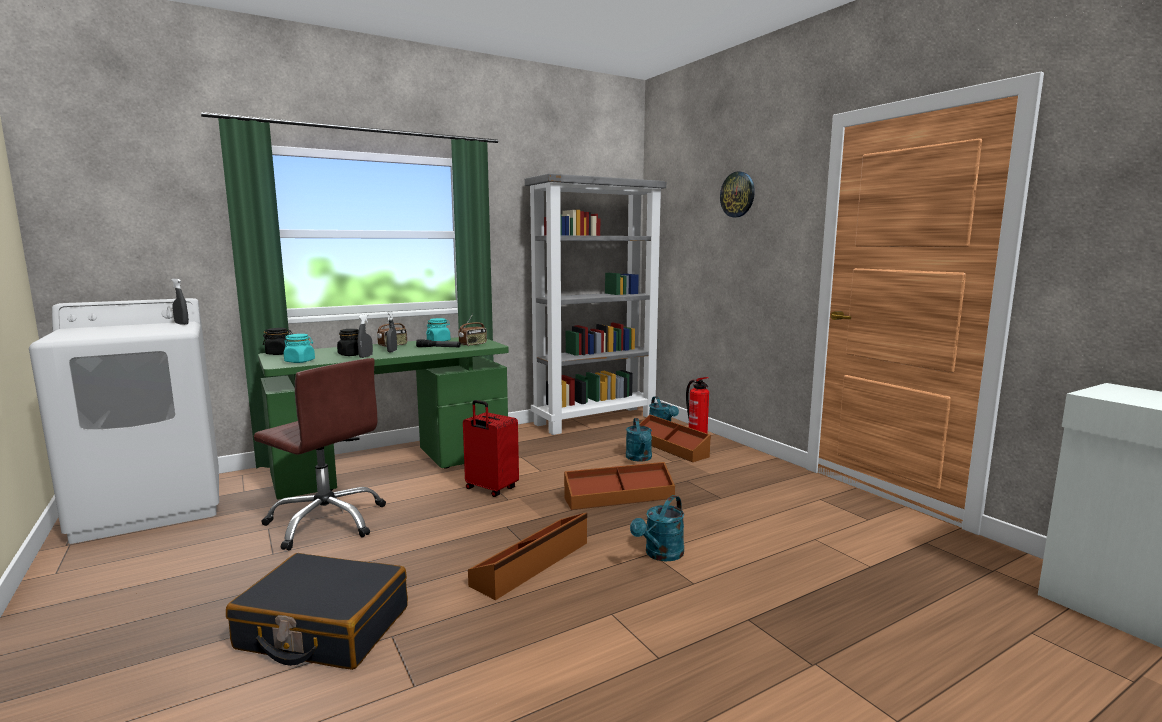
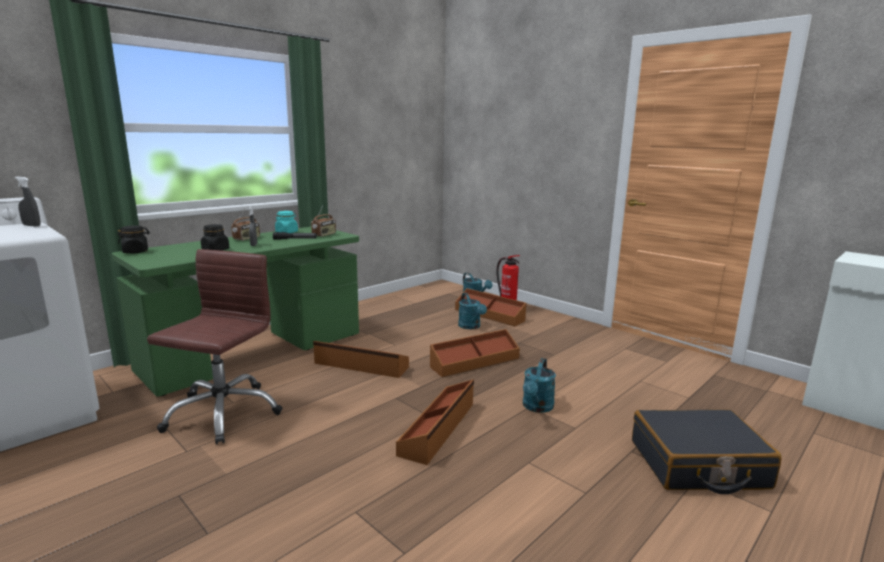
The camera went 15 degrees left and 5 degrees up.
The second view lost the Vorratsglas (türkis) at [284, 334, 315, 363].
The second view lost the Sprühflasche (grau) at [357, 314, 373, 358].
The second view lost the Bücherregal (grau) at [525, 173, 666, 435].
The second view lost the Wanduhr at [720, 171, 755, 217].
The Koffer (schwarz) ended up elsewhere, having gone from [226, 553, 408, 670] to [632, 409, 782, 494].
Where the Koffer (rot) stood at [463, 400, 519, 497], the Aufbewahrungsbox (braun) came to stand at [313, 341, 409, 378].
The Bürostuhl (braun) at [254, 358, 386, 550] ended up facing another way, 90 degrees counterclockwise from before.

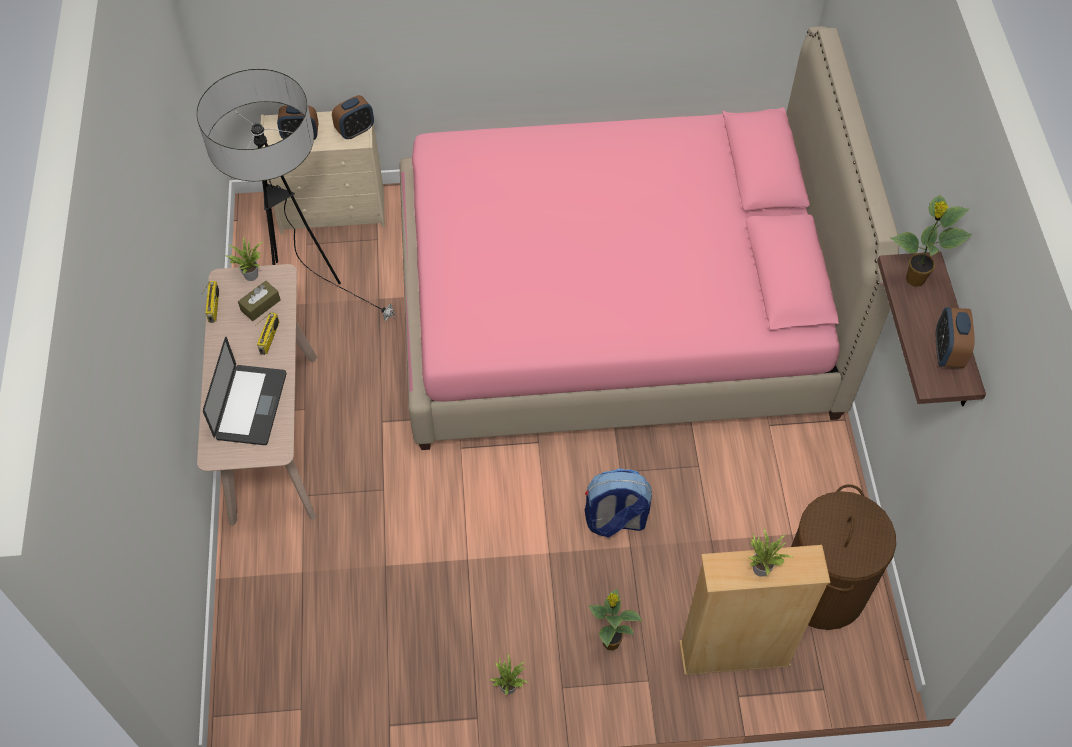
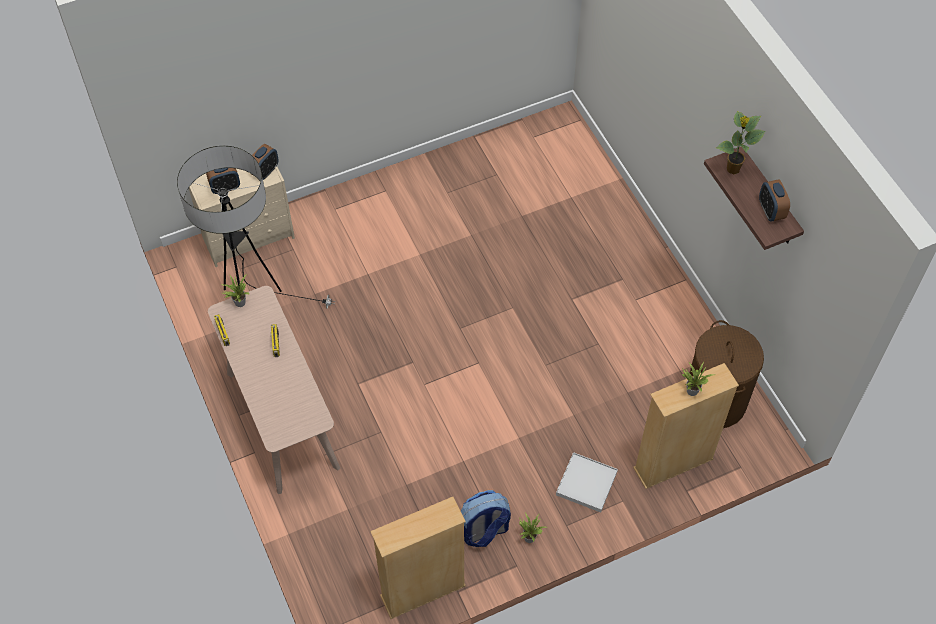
The camera went 20 degrees left and 0 degrees up.
The second view lost the Laptop at [203, 337, 286, 445].
The second view lost the Taschentuchbox (braun) at [238, 281, 281, 321].
The second view lost the Bett (rosa) at [399, 26, 899, 450].
The second view gained the Bücherregal (beige) at [370, 497, 466, 619].
The Rucksack ended up elsewhere, having gone from [585, 468, 652, 538] to [461, 490, 511, 547].
Where the Topfpflanze stood at [588, 588, 643, 651], the Tablett (weiß) came to stand at [556, 452, 618, 512].

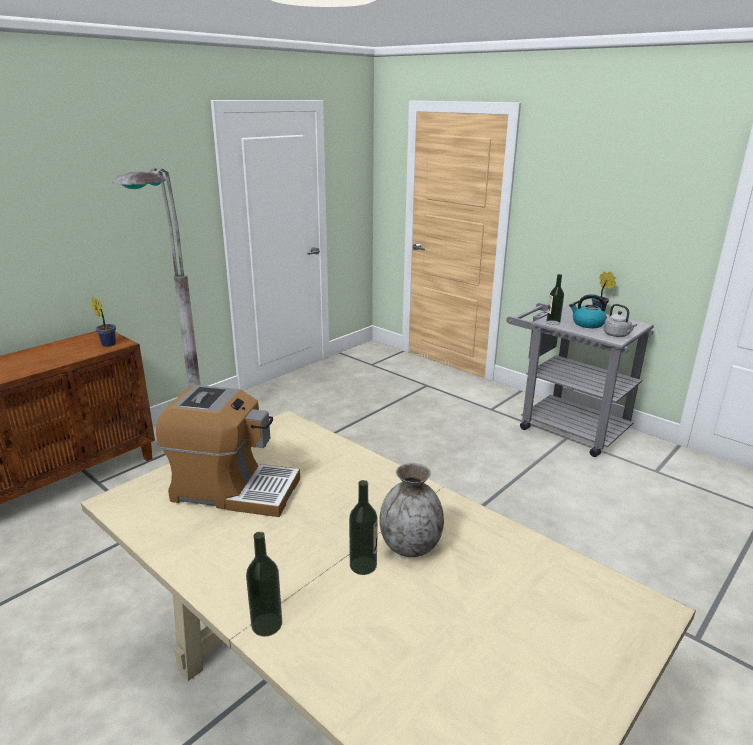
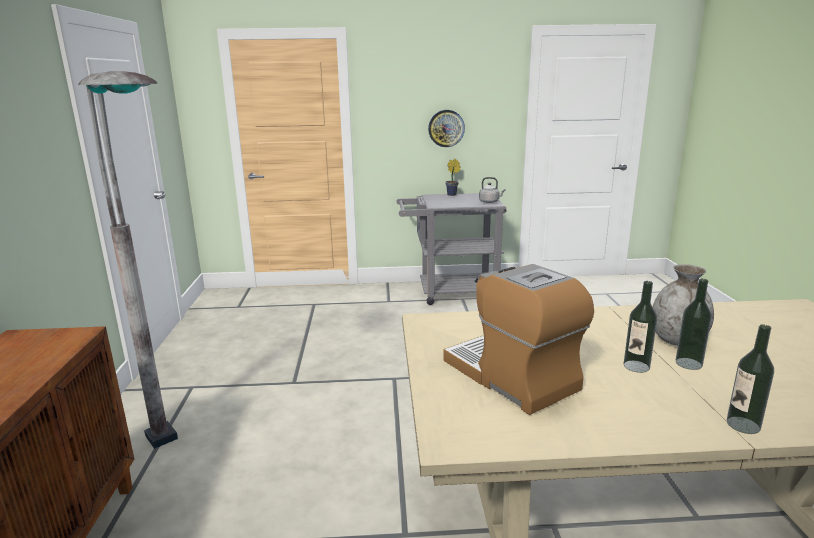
The camera went 45 degrees left and 5 degrees down.
The second view lost the Topfpflanze at [92, 296, 116, 347].
The second view lost the Wasserkessel at [569, 294, 607, 328].
The second view gained the Wanduhr at [428, 110, 465, 147].
The Flasche ended up elsewhere, having gone from [546, 274, 564, 325] to [624, 281, 657, 373].
The Kaffeemaschine at [156, 385, 300, 517] ended up facing another way, 90 degrees counterclockwise from before.

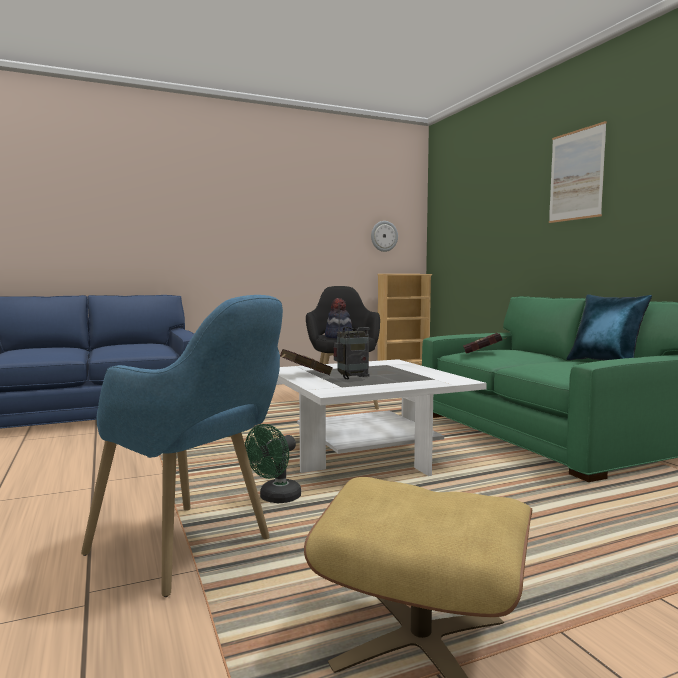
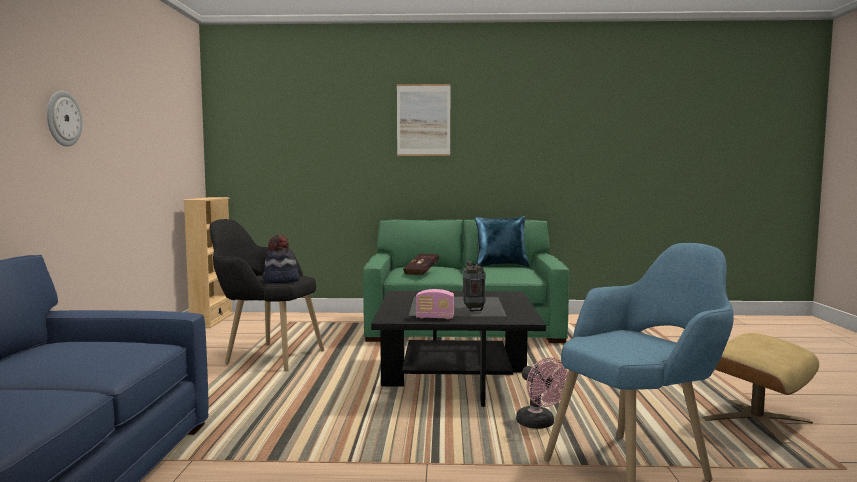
The camera went 65 degrees left and 0 degrees up.
The Wanduhr ended up elsewhere, having gone from [371, 221, 398, 252] to [47, 91, 82, 147].
Where the Buch (rot) stood at [280, 349, 333, 375], the Radio came to stand at [416, 289, 454, 319].
What was the Ventilator (grün) at [245, 424, 301, 503] turned into the Ventilator (rosa) at [516, 358, 568, 429].
What was the Couchtisch (weiß) at [277, 359, 487, 476] turned into the Couchtisch (schwarz) at [371, 291, 546, 407].

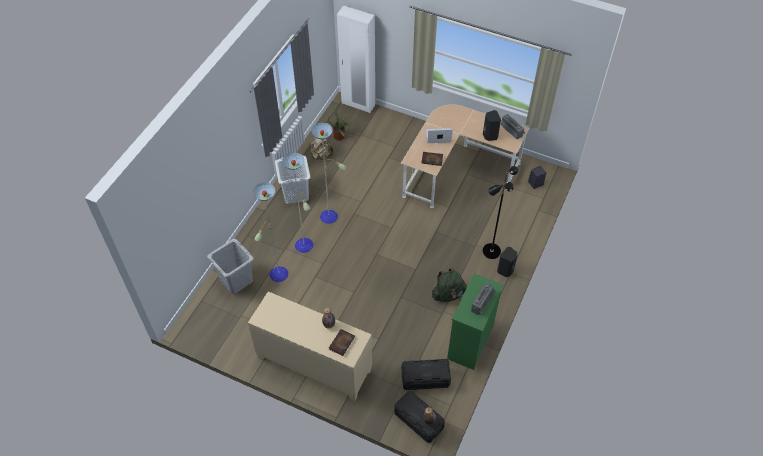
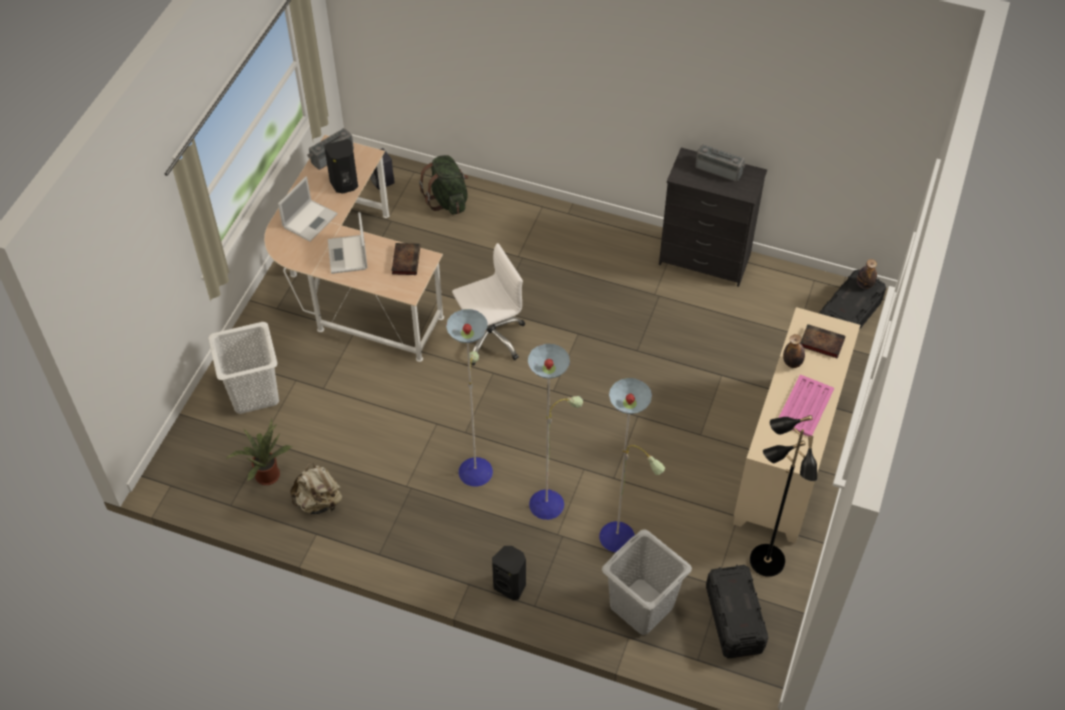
The camera went 95 degrees left and 0 degrees up.
The second view lost the Kleiderschrank (weiß) at [337, 5, 375, 113].
The second view gained the Laptop at [278, 176, 338, 242].
The second view gained the Bürostuhl (weiß) at [452, 243, 525, 366].
The second view gained the Tablett (rosa) at [779, 374, 834, 436].
The Wäschekorb (weiß) ended up elsewhere, having gone from [275, 156, 310, 204] to [209, 322, 279, 414].
The Aufbewahrungsbox (schwarz) ended up elsewhere, having gone from [401, 359, 451, 390] to [706, 565, 768, 659].
The Rucksack (grün) ended up elsewhere, having gone from [432, 268, 467, 302] to [419, 155, 468, 215].
The Stehlampe (schwarz) ended up elsewhere, having gone from [483, 166, 518, 259] to [750, 415, 817, 577].
The Lautsprecher (schwarz) ended up elsewhere, having gone from [497, 247, 517, 277] to [492, 546, 526, 601].
What was the Kommode (grün) at [447, 274, 503, 370] turned into the Kommode (schwarz) at [659, 148, 767, 287].

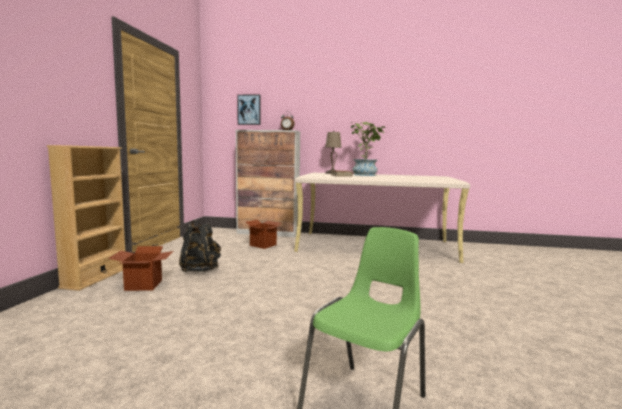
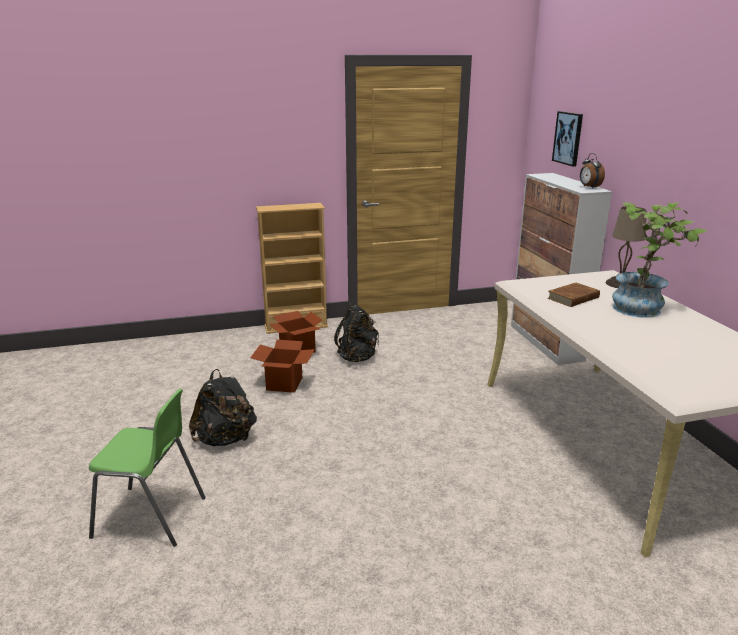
The camera went 65 degrees right and 15 degrees up.
The second view gained the Rucksack (schwarz) at [189, 369, 257, 446].
The Karton ended up elsewhere, having gone from [244, 220, 282, 249] to [250, 340, 315, 393].

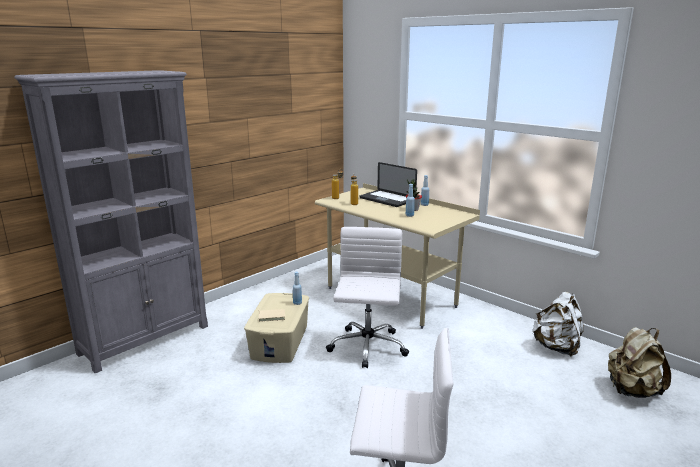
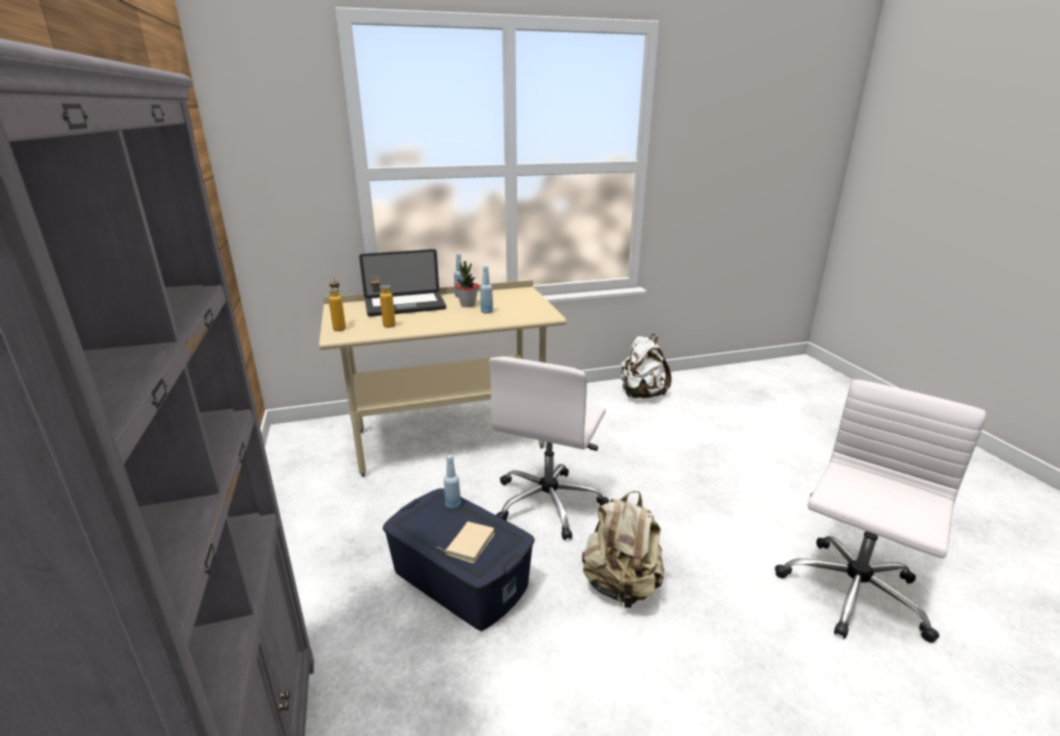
The camera went 60 degrees left and 5 degrees up.
The Rucksack (beige) ended up elsewhere, having gone from [608, 327, 671, 398] to [582, 491, 664, 608].
What was the Aufbewahrungsbox (beige) at [244, 293, 309, 363] turned into the Aufbewahrungsbox (blau) at [383, 488, 535, 631].
The Bürostuhl (weiß) at [326, 227, 409, 368] ended up facing another way, 105 degrees counterclockwise from before.

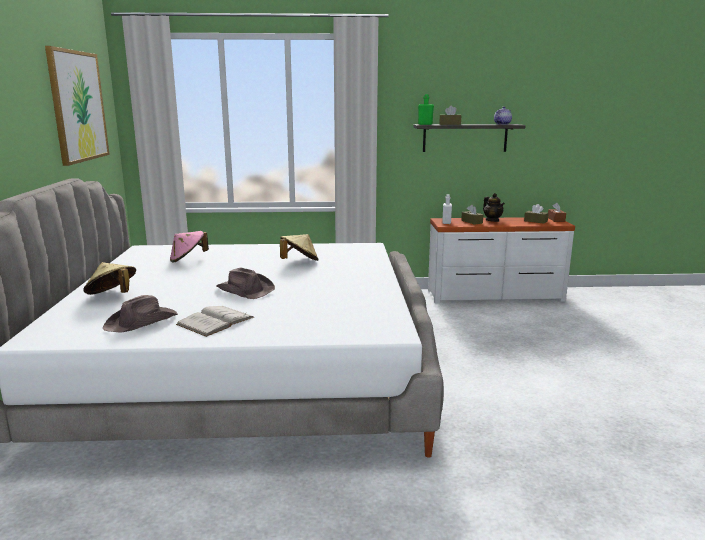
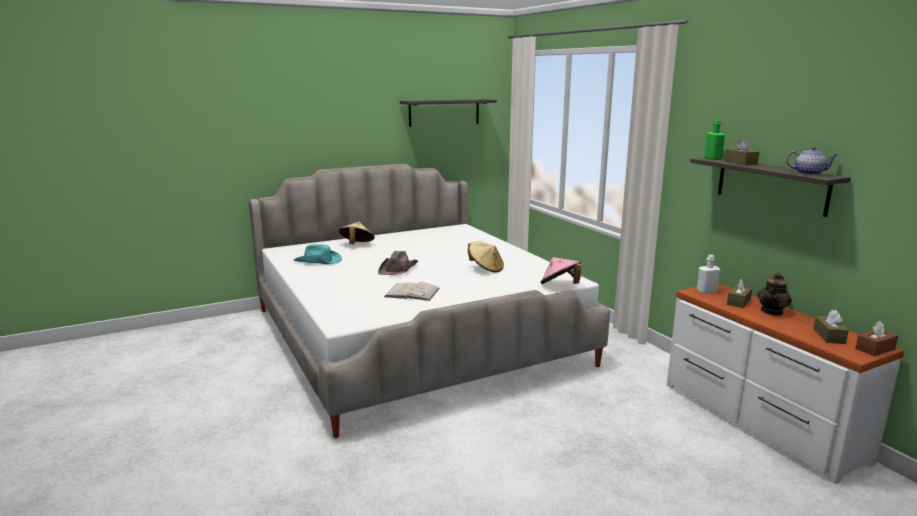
The camera went 65 degrees right and 0 degrees up.
The Hut (rosa) ended up elsewhere, having gone from [170, 231, 209, 263] to [541, 257, 582, 284].
The Buch (weiß) ended up elsewhere, having gone from [176, 306, 254, 337] to [384, 282, 440, 301].
Where the Bild hung at [45, 46, 110, 166], the Wandregal came to hang at [400, 99, 497, 127].
What was the Hut (braun) at [103, 295, 178, 333] turned into the Hut (türkis) at [293, 244, 342, 264].

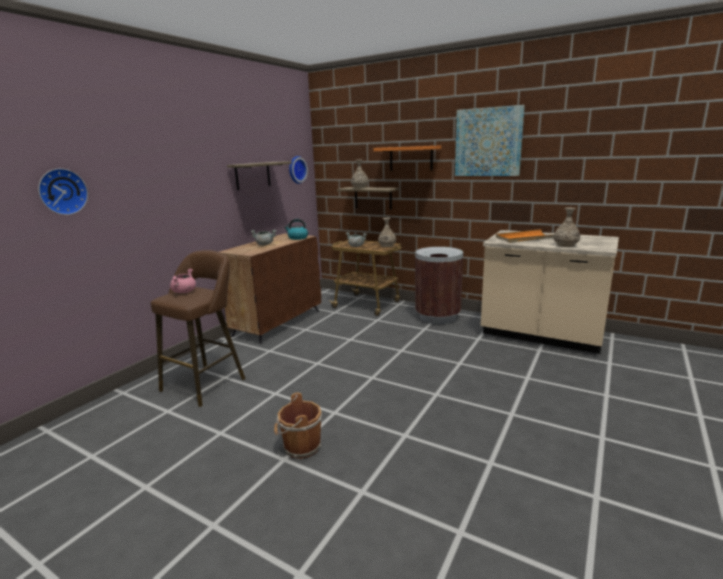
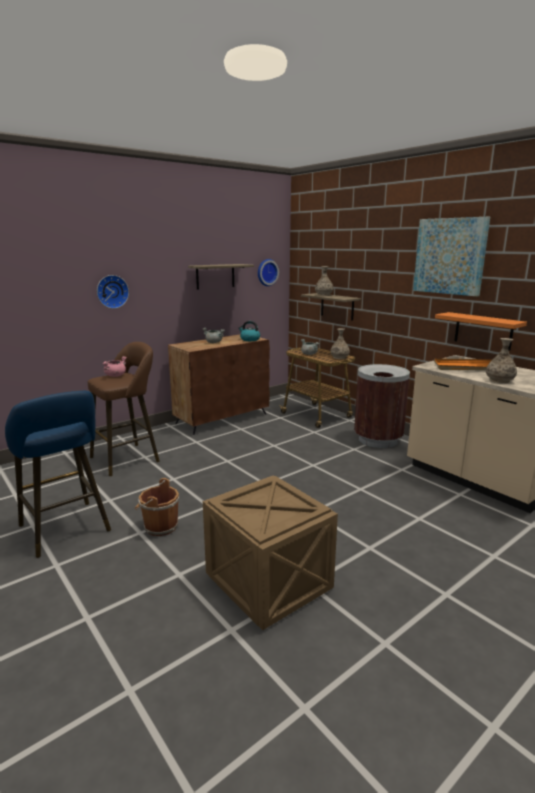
The camera went 20 degrees right and 0 degrees up.
The second view gained the Hocker (blau) at [5, 391, 111, 558].
The second view gained the Kiste at [203, 475, 338, 630].
The Wanduhr ended up elsewhere, having gone from [38, 168, 88, 215] to [97, 275, 129, 309].
The Wandregal (orange) ended up elsewhere, having gone from [374, 145, 441, 171] to [435, 312, 527, 351].

